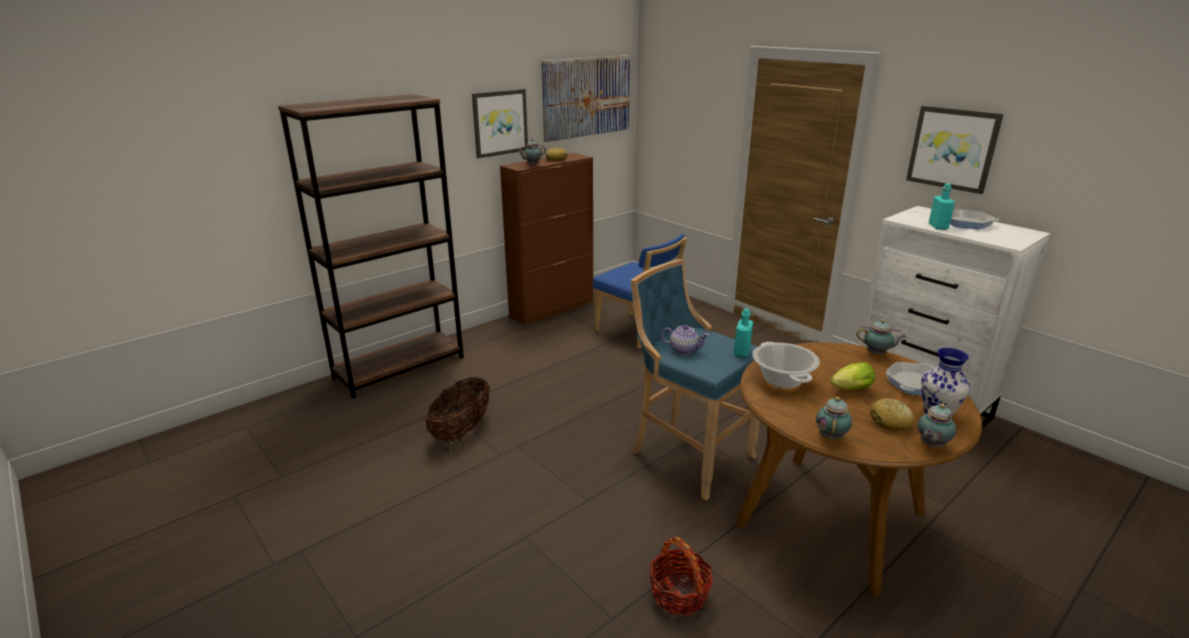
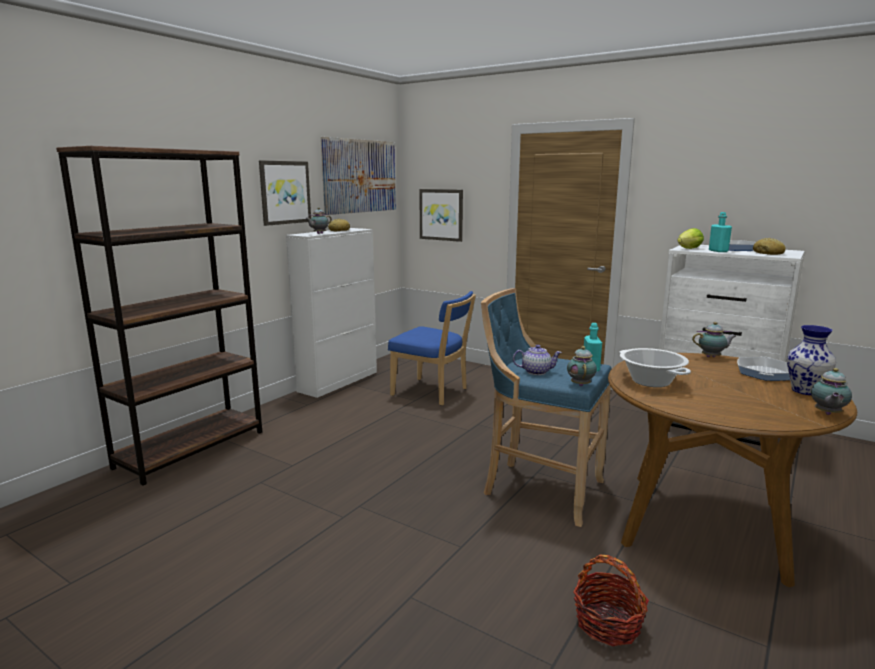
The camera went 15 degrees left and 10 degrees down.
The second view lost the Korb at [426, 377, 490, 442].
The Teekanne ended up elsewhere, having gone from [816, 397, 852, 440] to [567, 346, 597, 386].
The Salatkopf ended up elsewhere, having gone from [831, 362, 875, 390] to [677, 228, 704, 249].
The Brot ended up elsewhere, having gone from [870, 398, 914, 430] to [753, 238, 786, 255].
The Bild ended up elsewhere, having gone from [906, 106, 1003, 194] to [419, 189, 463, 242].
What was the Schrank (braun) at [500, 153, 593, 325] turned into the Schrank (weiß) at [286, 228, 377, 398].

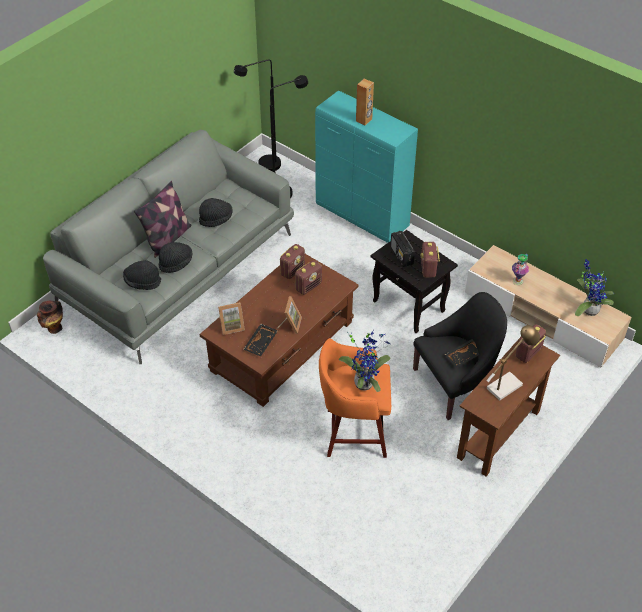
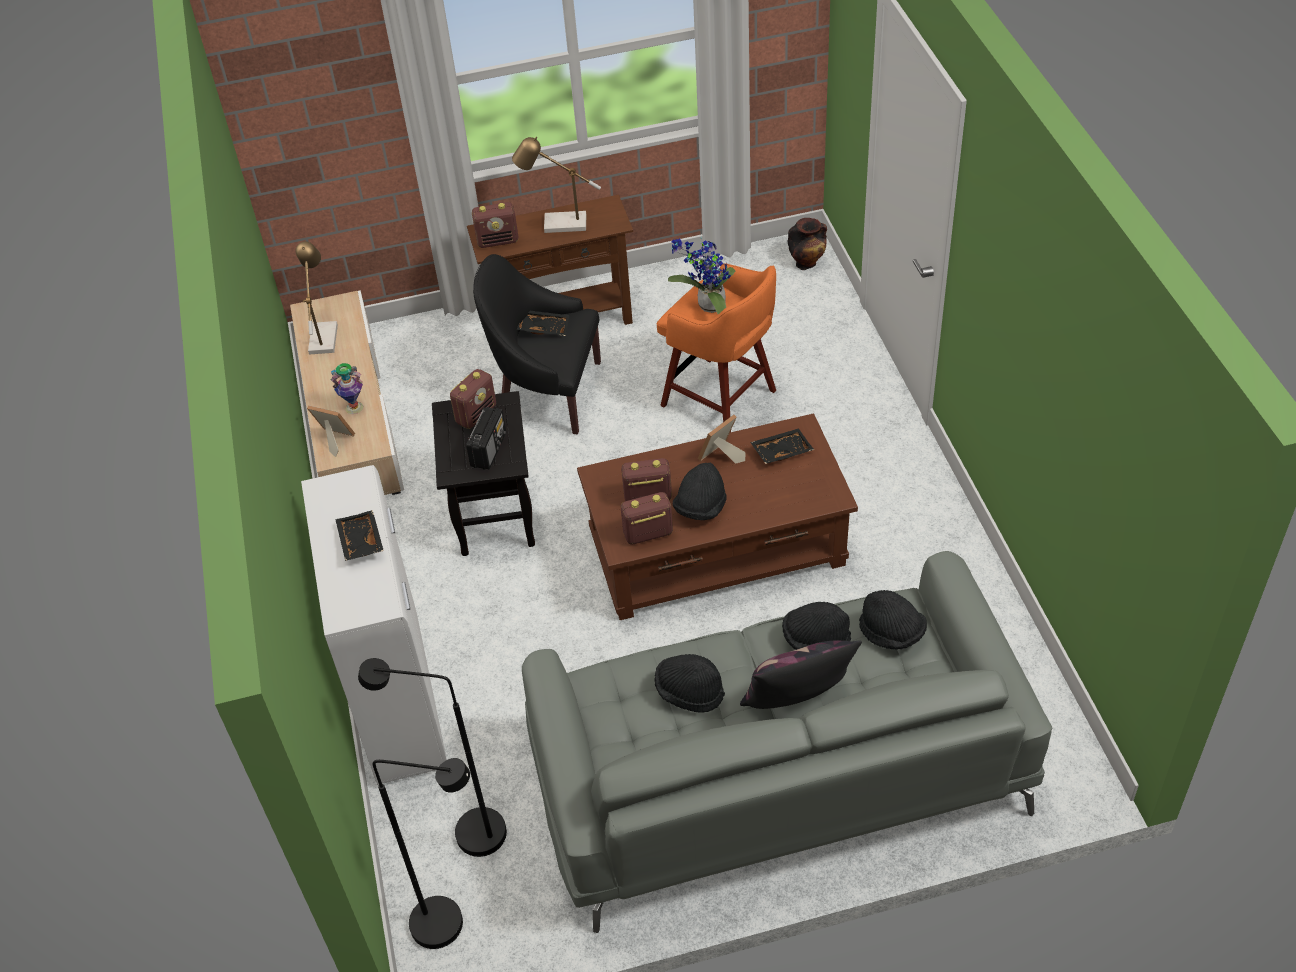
The camera went 140 degrees left and 0 degrees up.
The second view gained the Hut (schwarz) at [673, 463, 726, 520].
The Vase ended up elsewhere, having gone from [37, 301, 63, 334] to [787, 218, 827, 270].
The Bilderrahmen ended up elsewhere, having gone from [218, 302, 245, 335] to [307, 405, 355, 457].
Where the Lautsprecher (braun) stood at [356, 79, 374, 125], the Tablett (schwarz) came to stand at [335, 510, 384, 561].
Where the Topfpflanze stood at [575, 259, 614, 316], the Tischlampe came to stand at [296, 241, 338, 354].
What was the Schrank (türkis) at [315, 90, 418, 243] turned into the Schrank (weiß) at [301, 465, 447, 785].

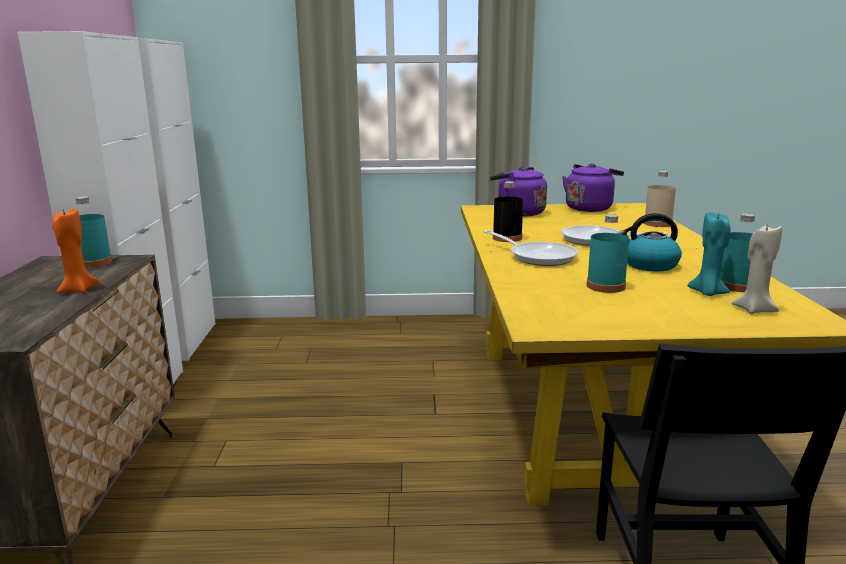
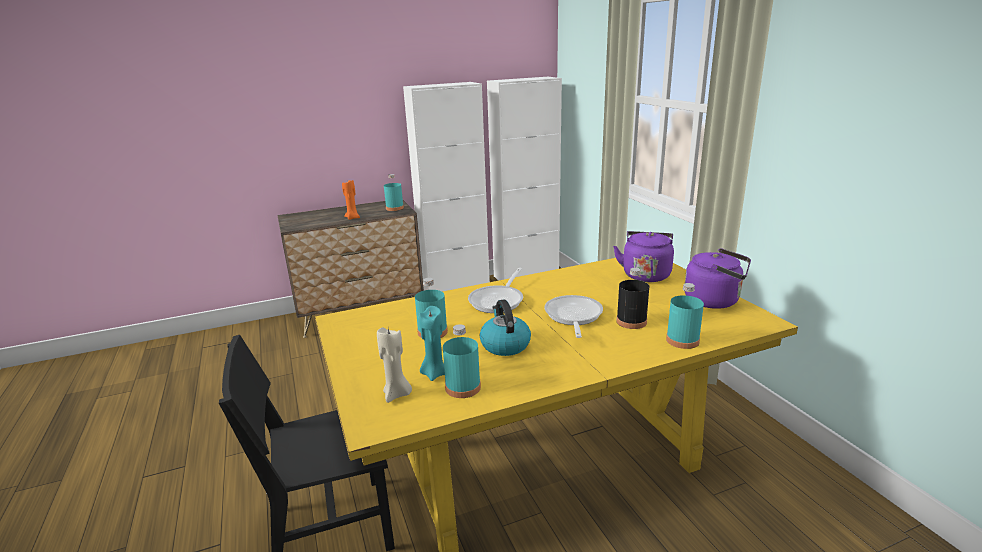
The camera went 70 degrees right and 5 degrees up.
The Flasche (schwarz) ended up elsewhere, having gone from [493, 181, 523, 242] to [616, 268, 649, 329].
What was the Flasche (beige) at [644, 171, 676, 227] turned into the Flasche (türkis) at [666, 283, 704, 349].

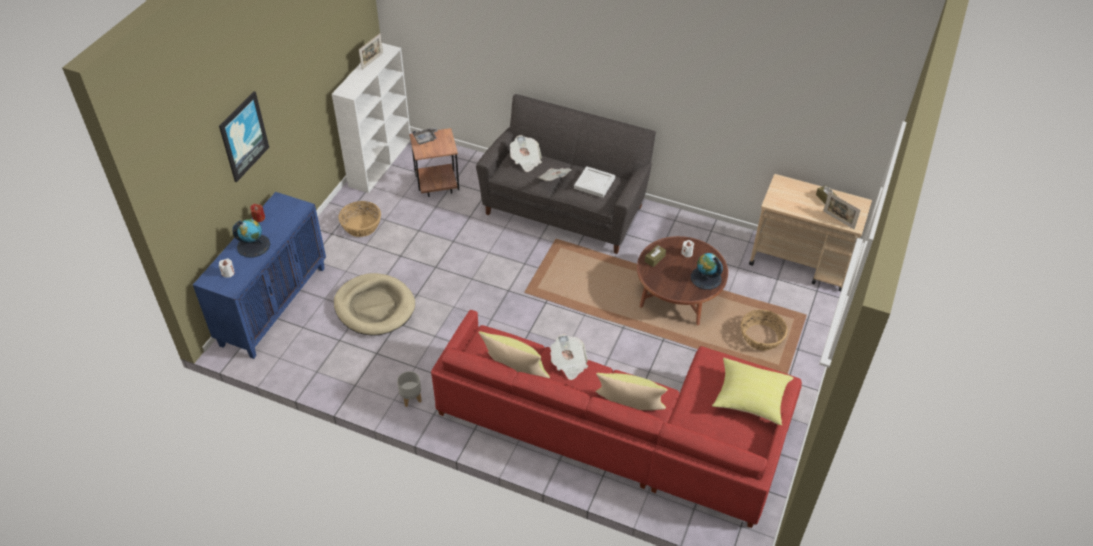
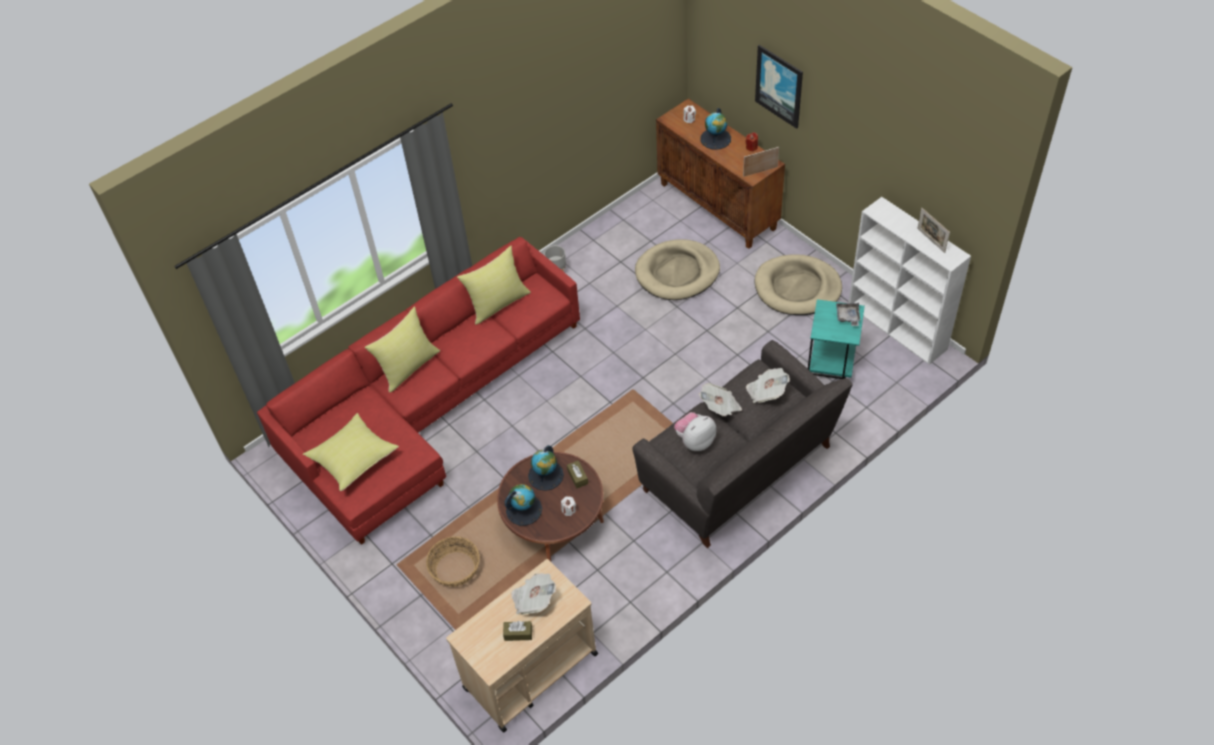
The camera went 120 degrees right and 5 degrees up.
The second view gained the Globus at [528, 445, 564, 491].
The Zeitung ended up elsewhere, having gone from [550, 334, 588, 380] to [511, 573, 556, 615].
The Bilderrahmen ended up elsewhere, having gone from [823, 192, 861, 229] to [743, 147, 779, 177].
Where the Korb stood at [339, 201, 381, 237], the Hundebett (beige) came to stand at [755, 254, 842, 315].
Where the Tablett (weiß) stood at [574, 166, 615, 198], the Plüschtier came to stand at [674, 412, 716, 451].
What was the Schrank (blau) at [193, 192, 326, 359] turned into the Schrank (braun) at [656, 98, 785, 249].
What was the Beistelltisch (braun) at [409, 128, 459, 197] turned into the Beistelltisch (türkis) at [808, 299, 865, 379].

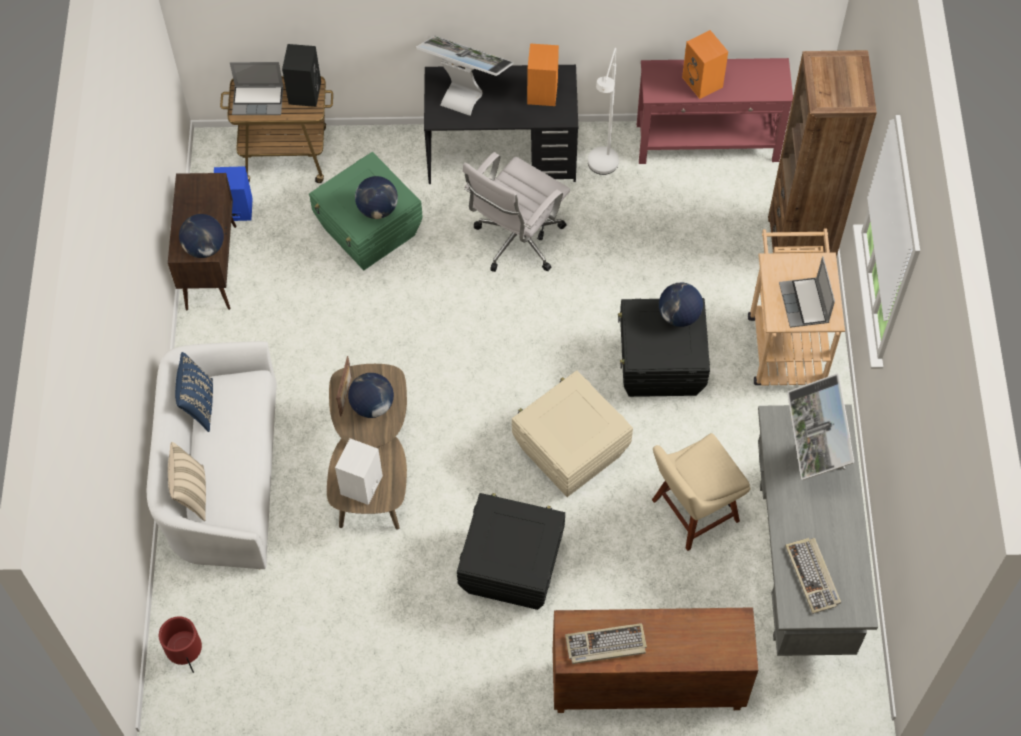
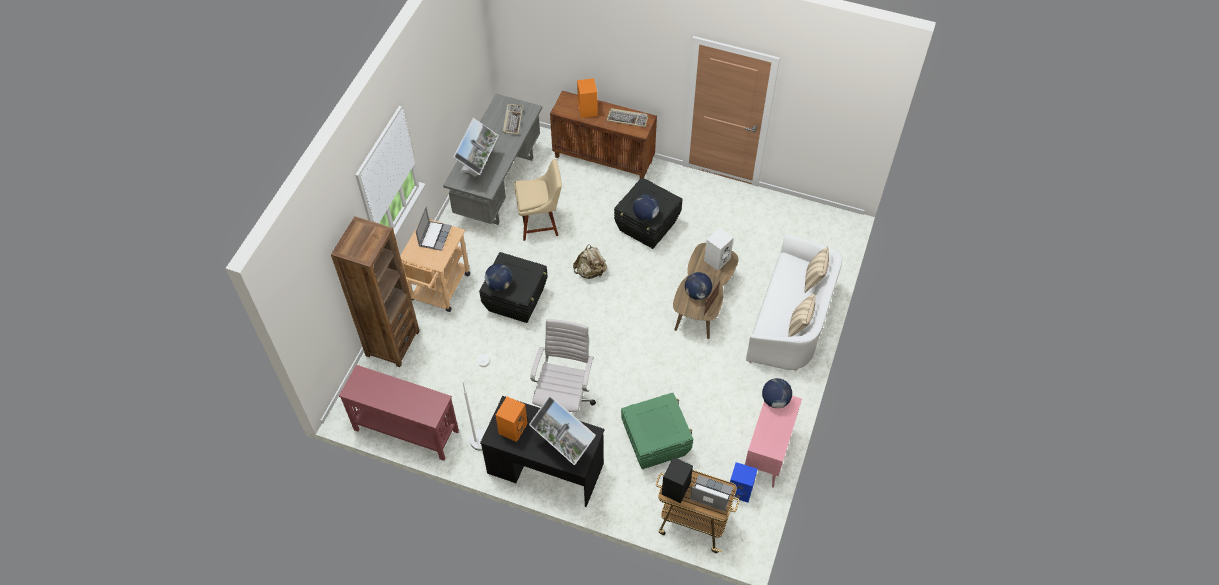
The camera went 160 degrees left and 5 degrees down.
The second view lost the Pflanzkübel (rot) at [159, 616, 202, 673].
The Globus ended up elsewhere, having gone from [355, 176, 398, 219] to [633, 194, 659, 221].
The Lautsprecher (orange) ended up elsewhere, having gone from [682, 30, 728, 99] to [577, 78, 598, 118].
Where the Aufbewahrungsbox (beige) stood at [512, 370, 633, 497], the Rucksack (beige) came to stand at [573, 245, 607, 279].
What was the Schrank (braun) at [168, 173, 236, 310] turned into the Schrank (rosa) at [745, 396, 802, 488].
What was the Kissen (blau) at [175, 352, 213, 432] turned into the Kissen (beige) at [788, 294, 815, 337].
The Bürostuhl (weiß) at [463, 152, 570, 272] ended up facing another way, 45 degrees counterclockwise from before.

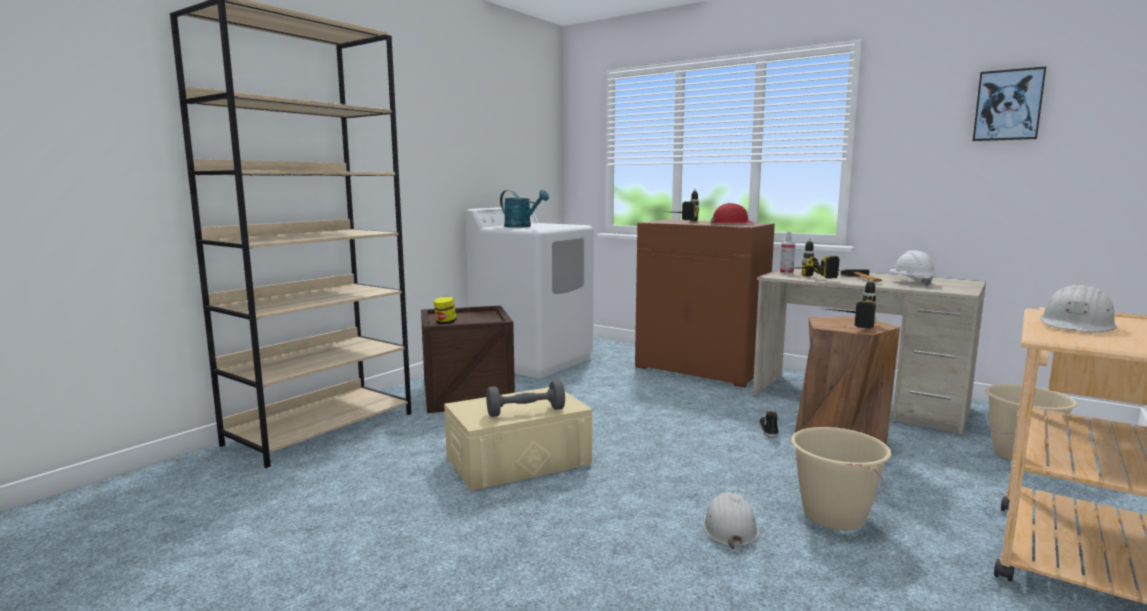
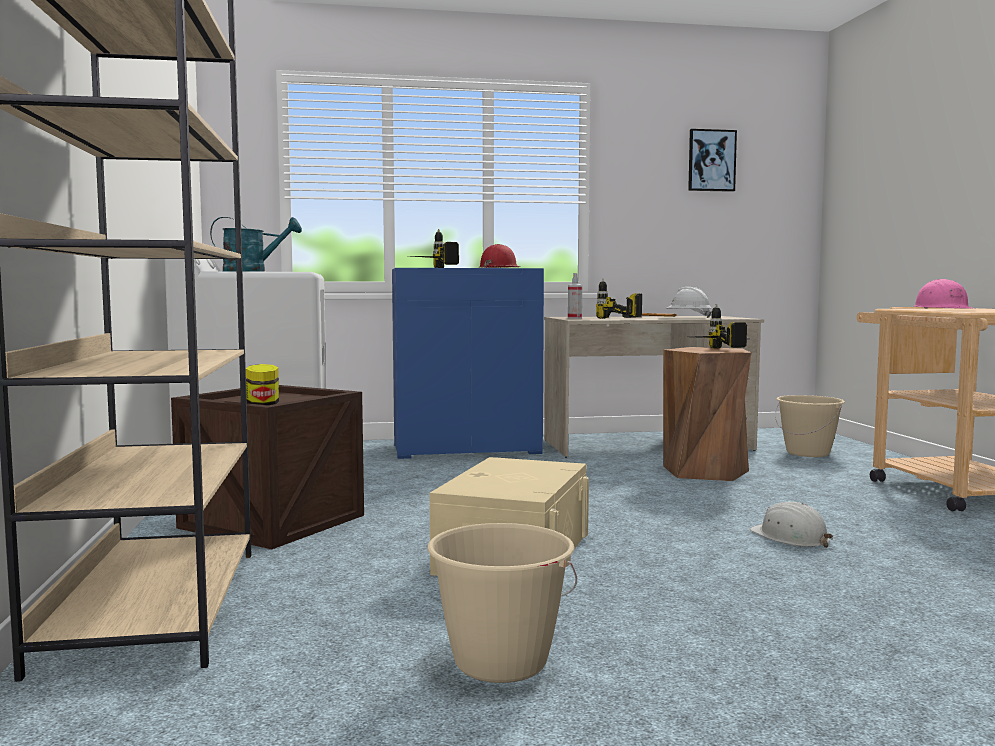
The camera went 45 degrees left and 5 degrees down.
The second view lost the Hantel (grau) at [486, 380, 565, 417].
The second view lost the Schuh at [759, 411, 779, 438].
The Eimer (beige) ended up elsewhere, having gone from [791, 427, 891, 531] to [427, 523, 577, 683].
What was the Schrank (braun) at [635, 220, 775, 388] turned into the Schrank (blau) at [392, 268, 544, 459].
What was the Schutzhelm (weiß) at [1040, 284, 1117, 333] turned into the Schutzhelm (rosa) at [913, 279, 976, 309].

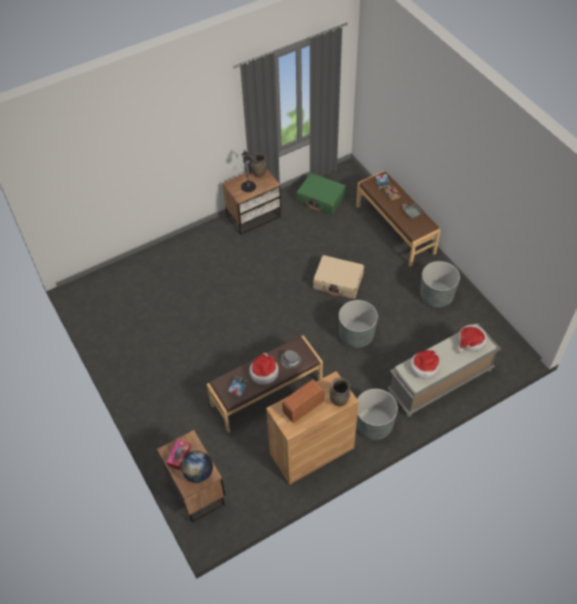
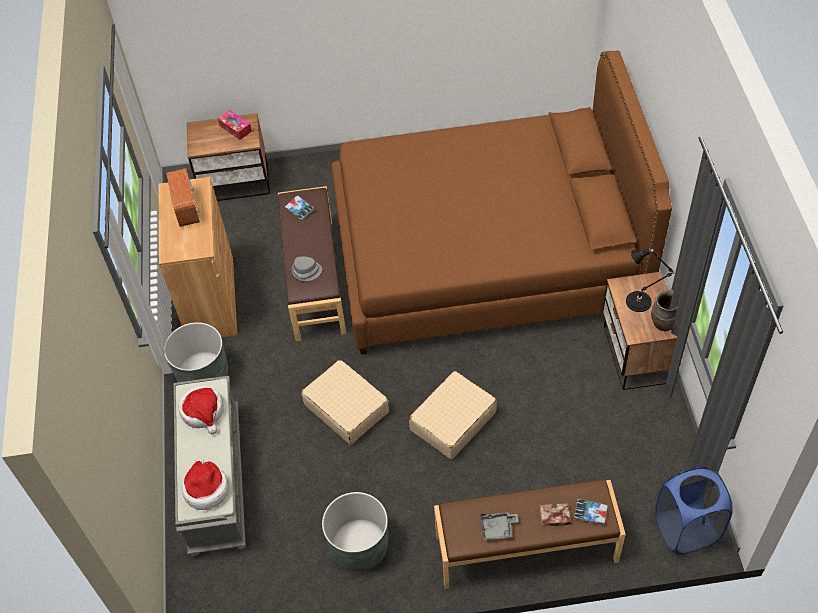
The camera went 115 degrees right and 0 degrees up.
The second view lost the Globus at [181, 451, 213, 483].
The second view lost the Hut at [249, 353, 279, 385].
The second view lost the Koffer (grün) at [296, 173, 346, 215].
The second view lost the Vase (braun) at [329, 377, 350, 406].
The second view gained the Bett (braun) at [331, 51, 672, 355].
The second view gained the Wäschekorb (blau) at [655, 467, 732, 554].
Where the Pflanzkübel (grau) stood at [339, 300, 378, 348], the Koffer (beige) came to stand at [301, 360, 389, 445].

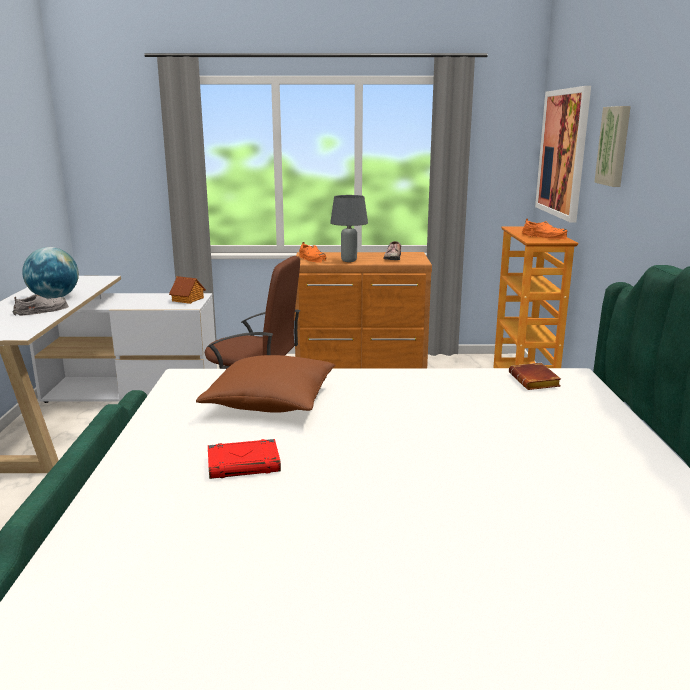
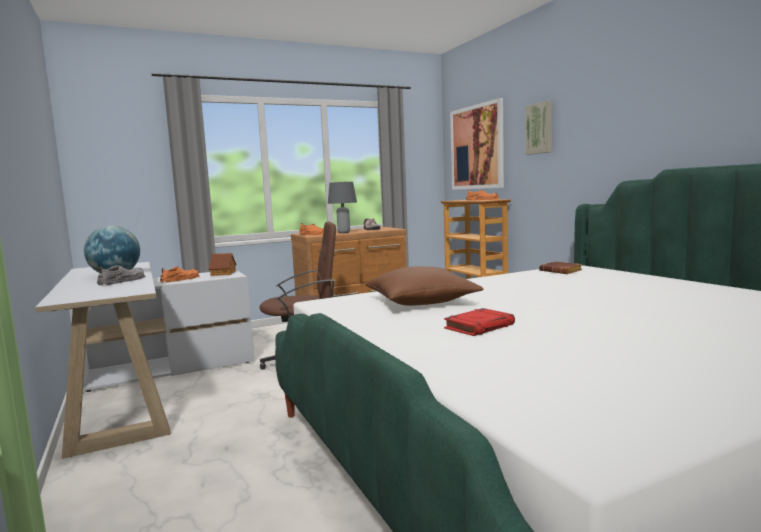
The camera went 25 degrees left and 10 degrees down.
The second view gained the Schuh (orange) at [160, 267, 200, 283].

